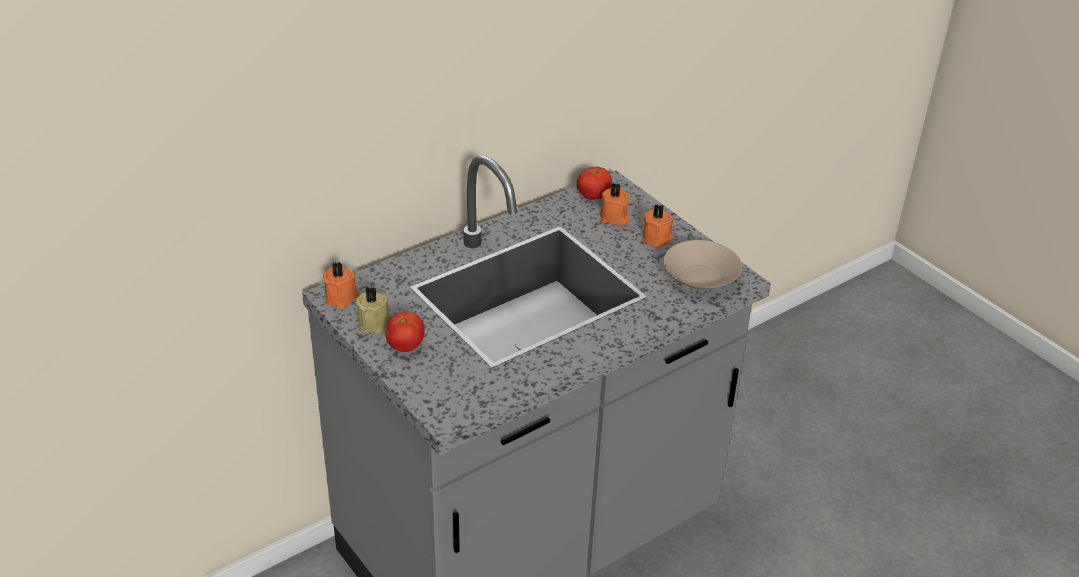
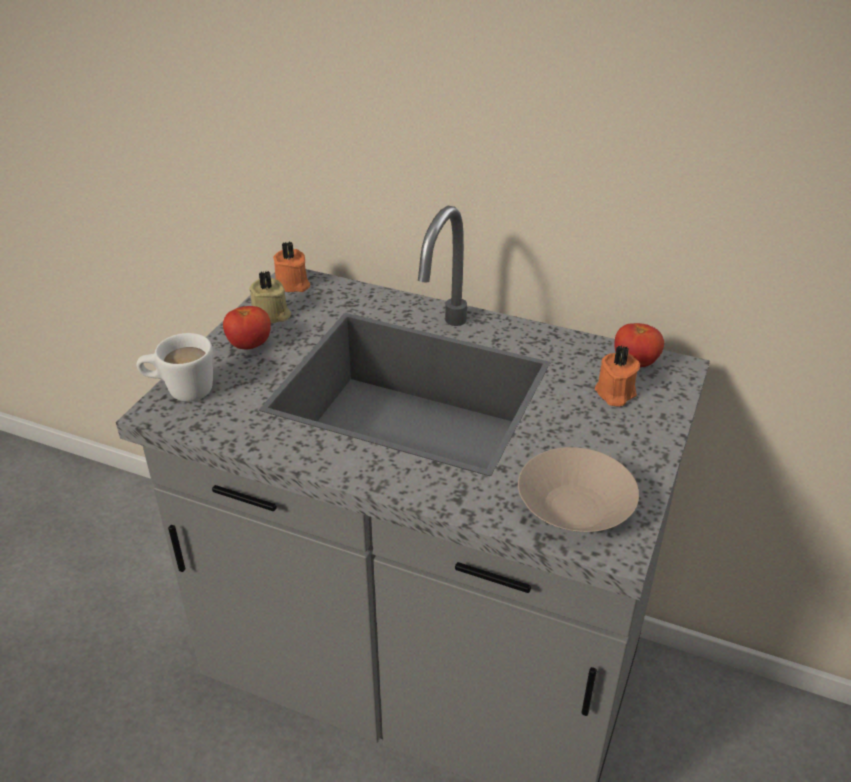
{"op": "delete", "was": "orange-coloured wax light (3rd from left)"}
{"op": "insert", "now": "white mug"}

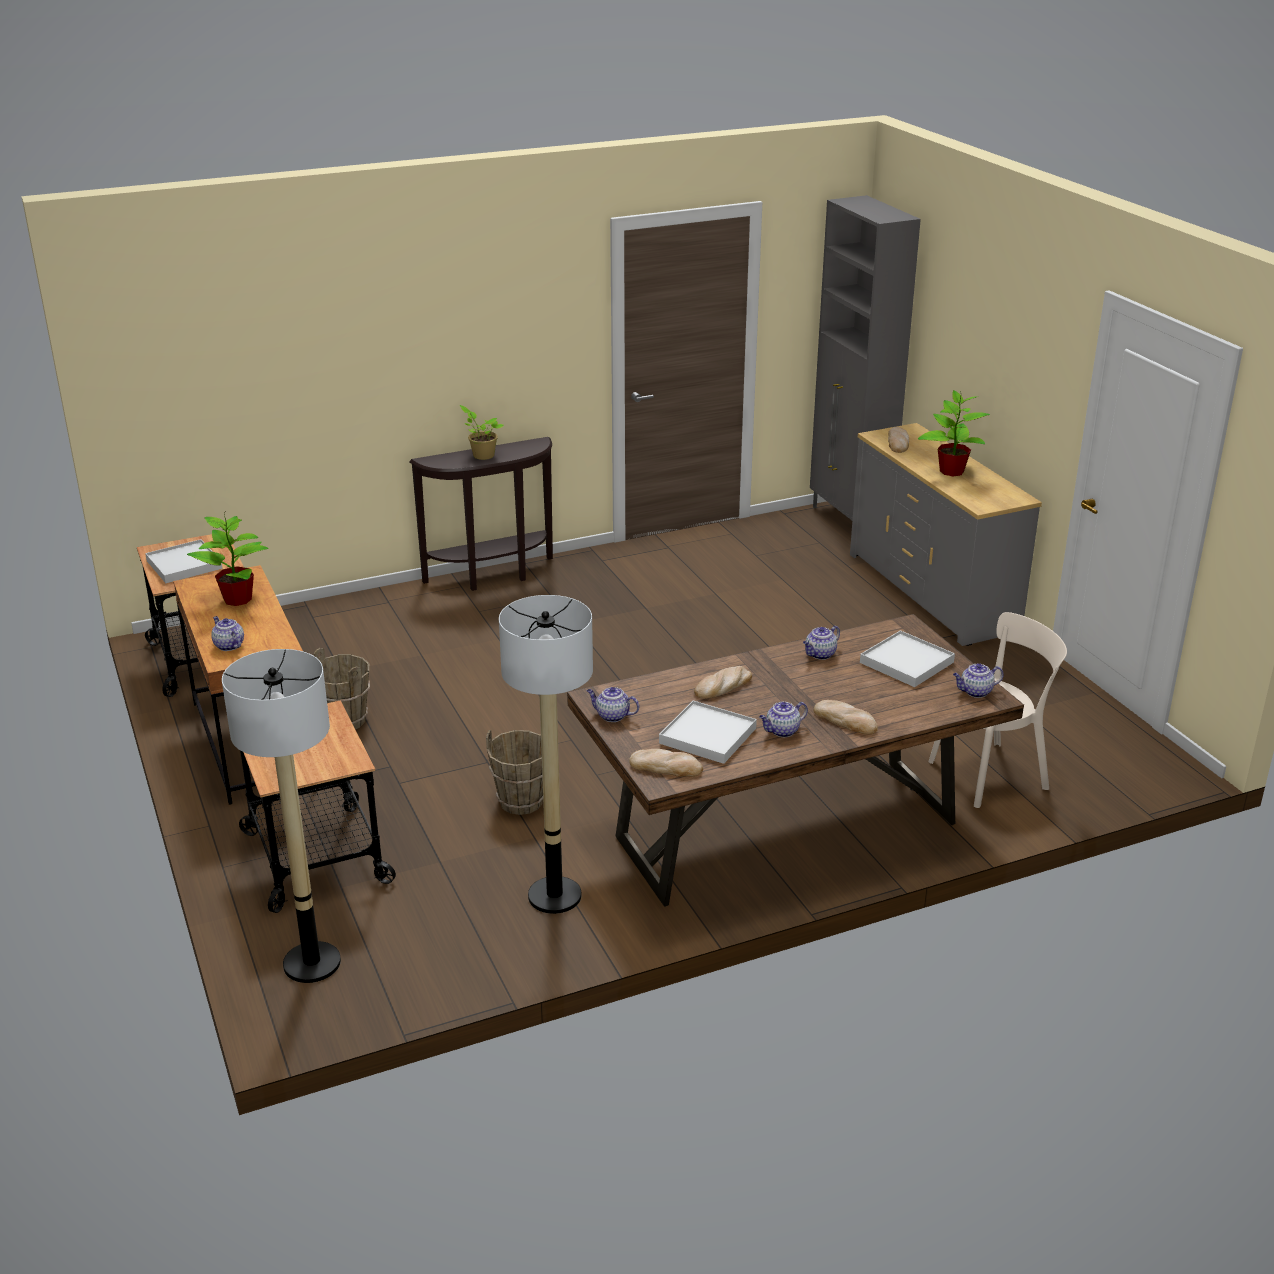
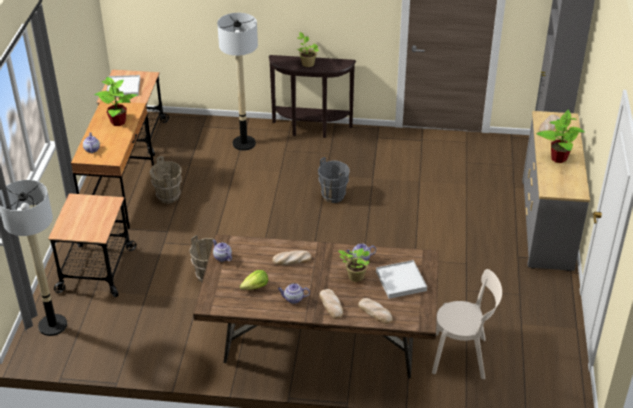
{"op": "move", "was": "standing lamp (2nd from left)"}
{"op": "move", "was": "bread (1st from left in the first image)", "now": "bread (3rd from left)"}
{"op": "replace", "was": "white serving tray (2nd from left)", "now": "lettuce"}
{"op": "delete", "was": "pot for tea (5th from left)"}
{"op": "insert", "now": "gray water bucket"}
{"op": "insert", "now": "houseplant (3rd from left)"}

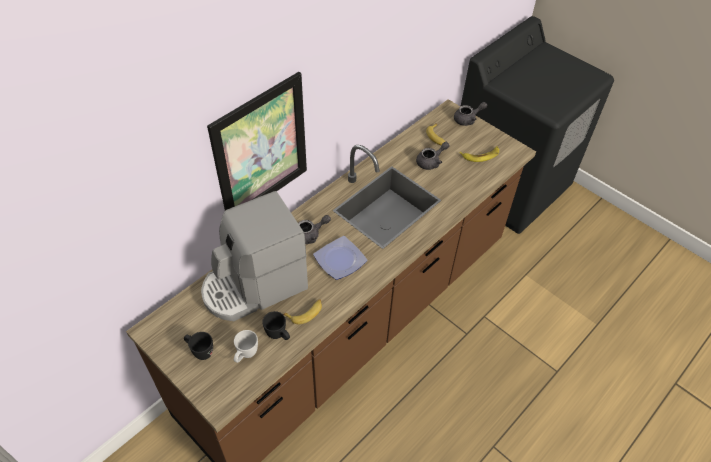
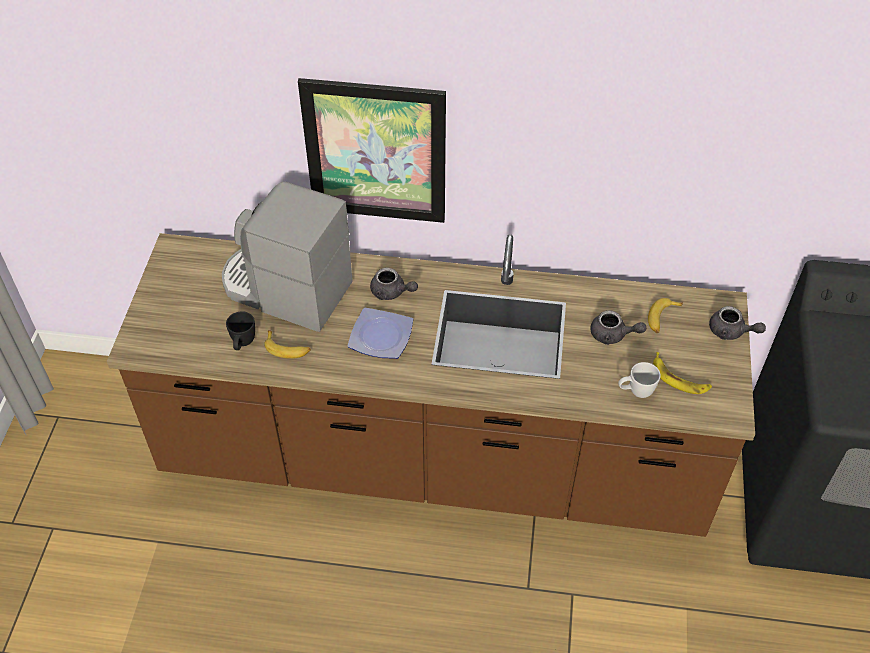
{"op": "delete", "was": "blackish mug (1st from left)"}
{"op": "move", "was": "white mug"}

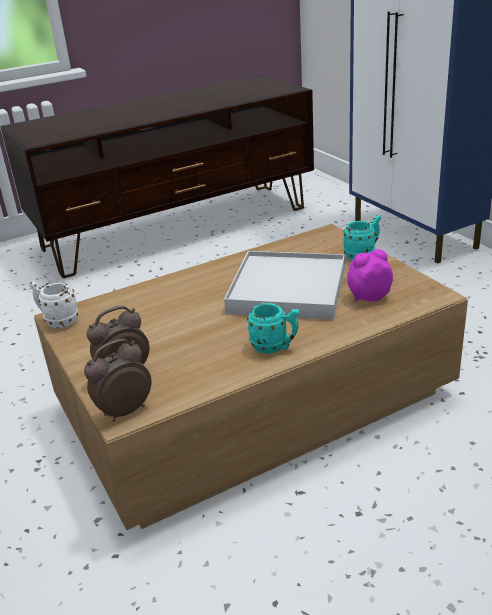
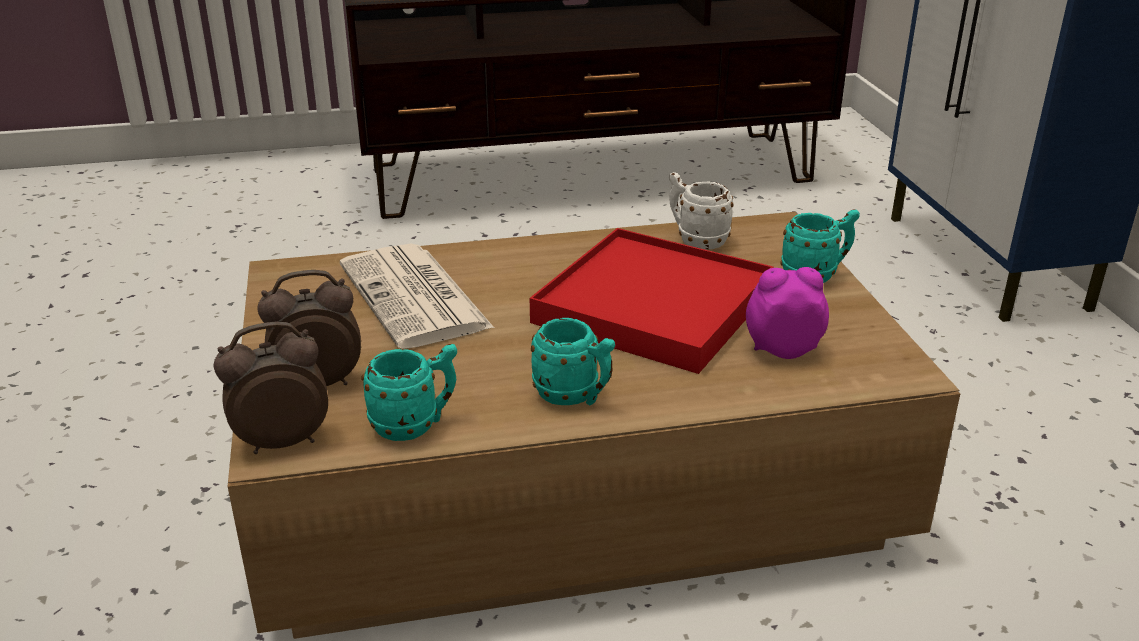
{"op": "move", "was": "white mug"}
{"op": "recolor", "was": "white serving tray", "now": "red-coloured serving tray"}
{"op": "insert", "now": "daily paper"}
{"op": "insert", "now": "turquoise mug (1st from left)"}

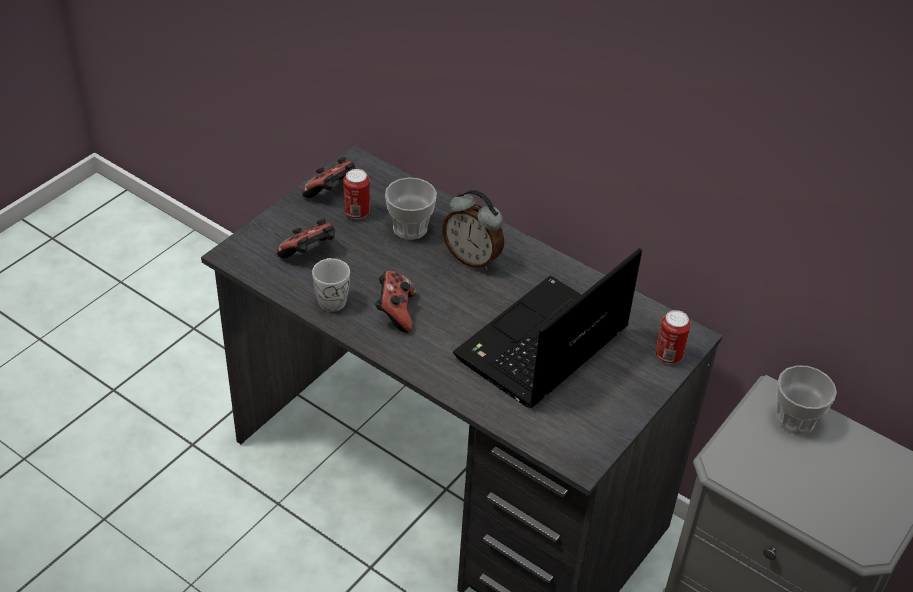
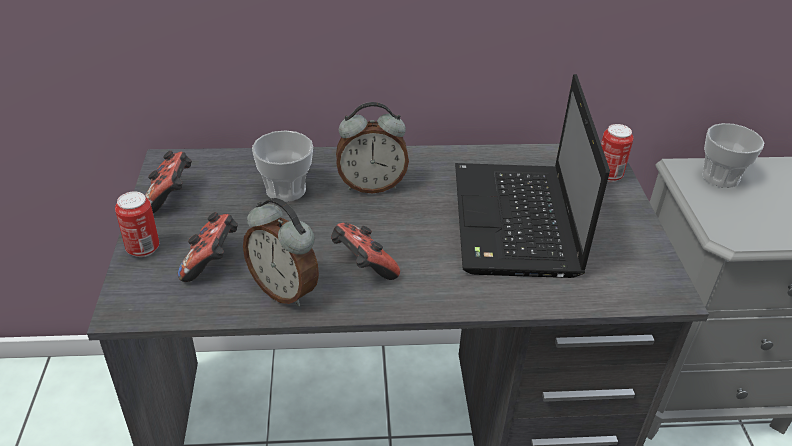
{"op": "replace", "was": "white mug", "now": "table clock (1st from left)"}
{"op": "move", "was": "sealed can (1st from left)"}

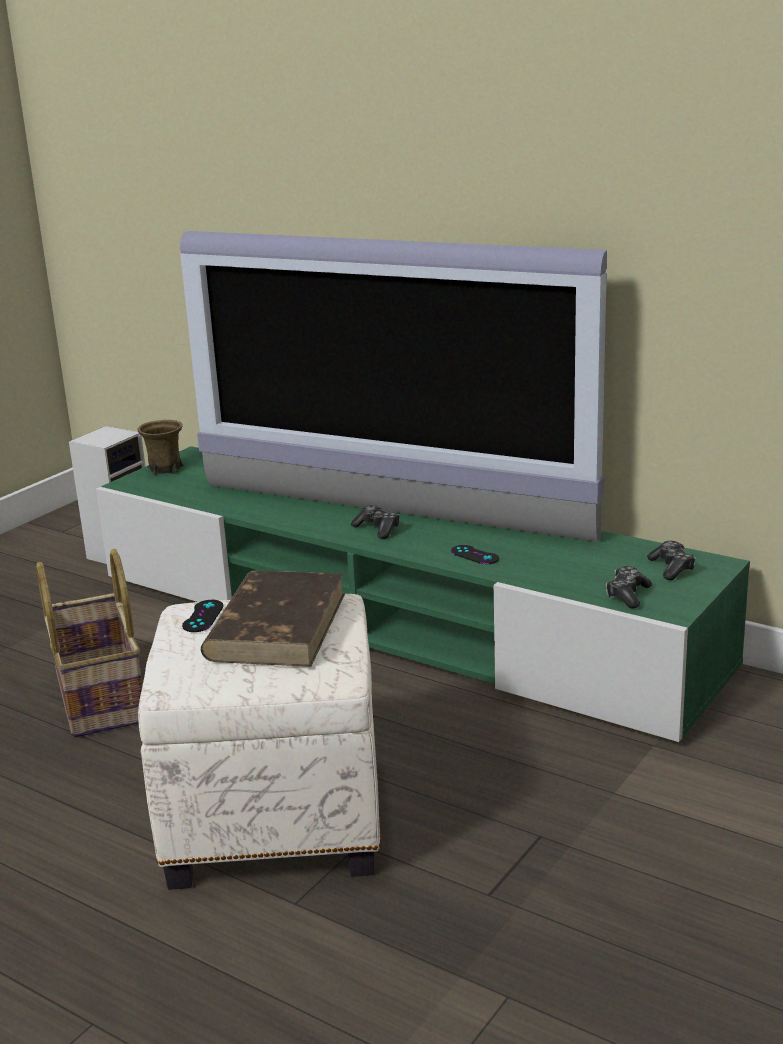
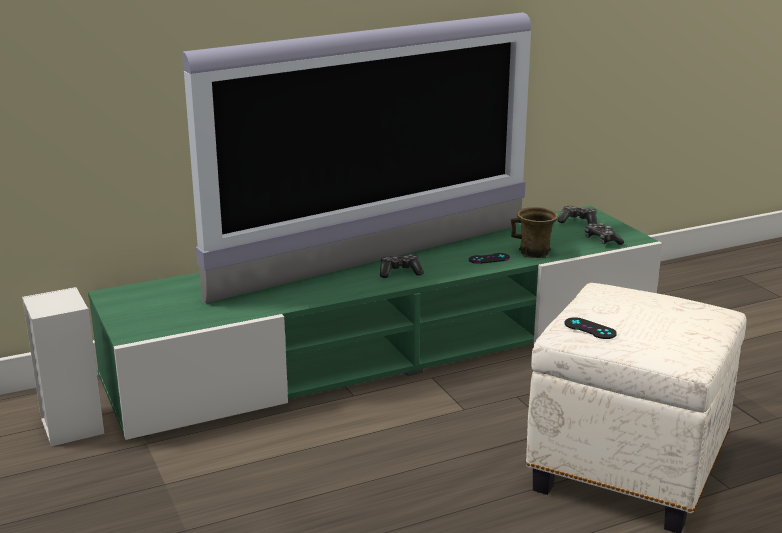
{"op": "delete", "was": "household basket"}
{"op": "move", "was": "brown-coloured mug"}
{"op": "delete", "was": "brown-coloured volume"}

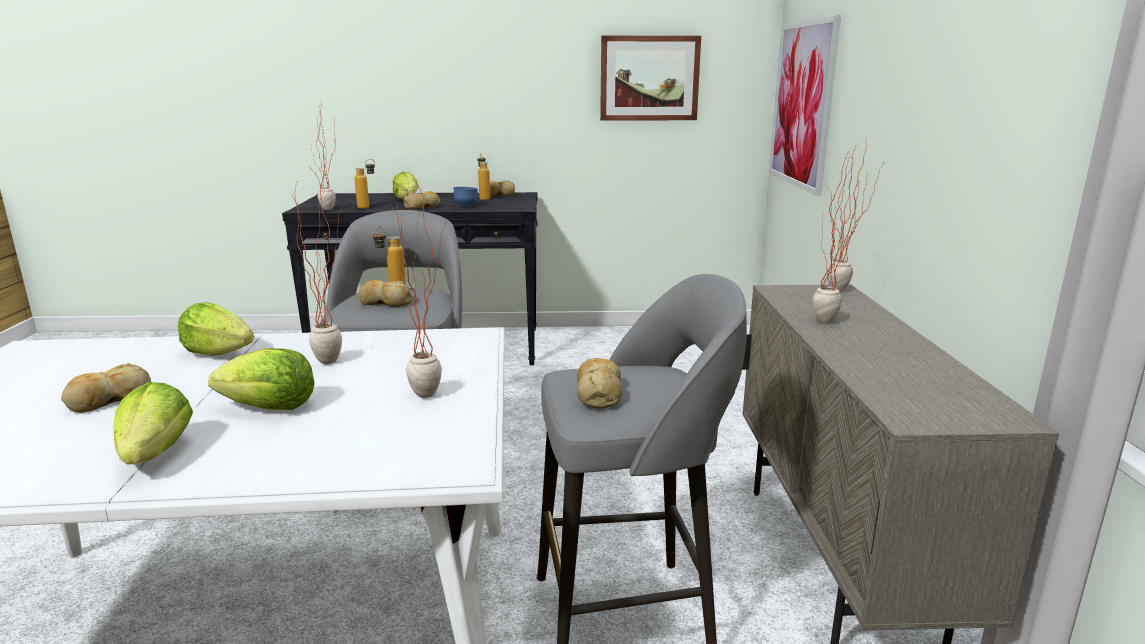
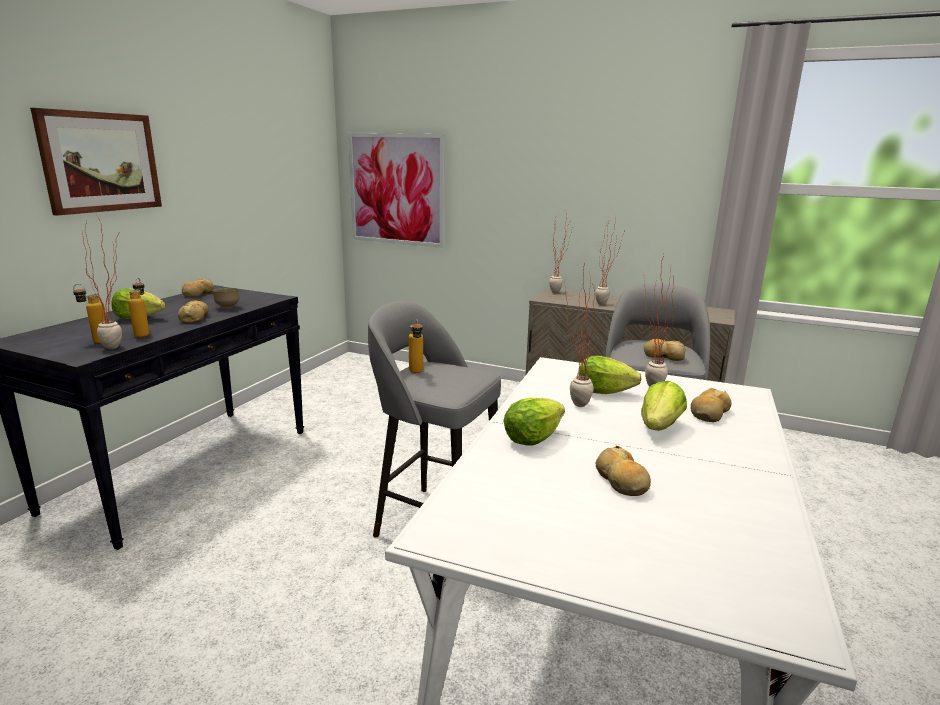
{"op": "move", "was": "lettuce (1st from left in the first image)", "now": "lettuce (3rd from left)"}
{"op": "move", "was": "bread (2nd from left in the first image)", "now": "bread (5th from left)"}
{"op": "recolor", "was": "blue-coloured serving bowl", "now": "brown-coloured serving bowl"}
{"op": "move", "was": "beverage bottle (3rd from left in the first image)", "now": "beverage bottle (1st from left)"}
{"op": "move", "was": "wall picture (1st from left)"}

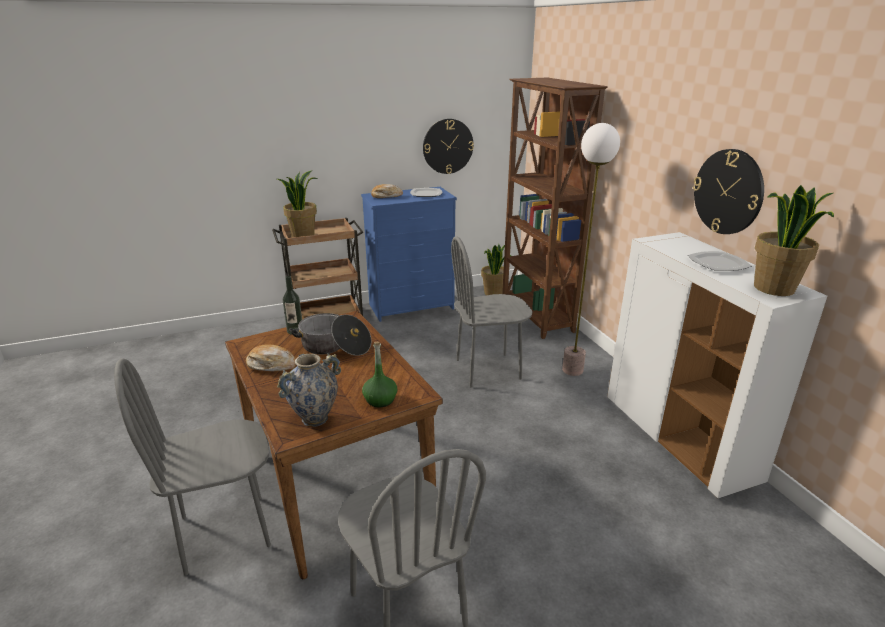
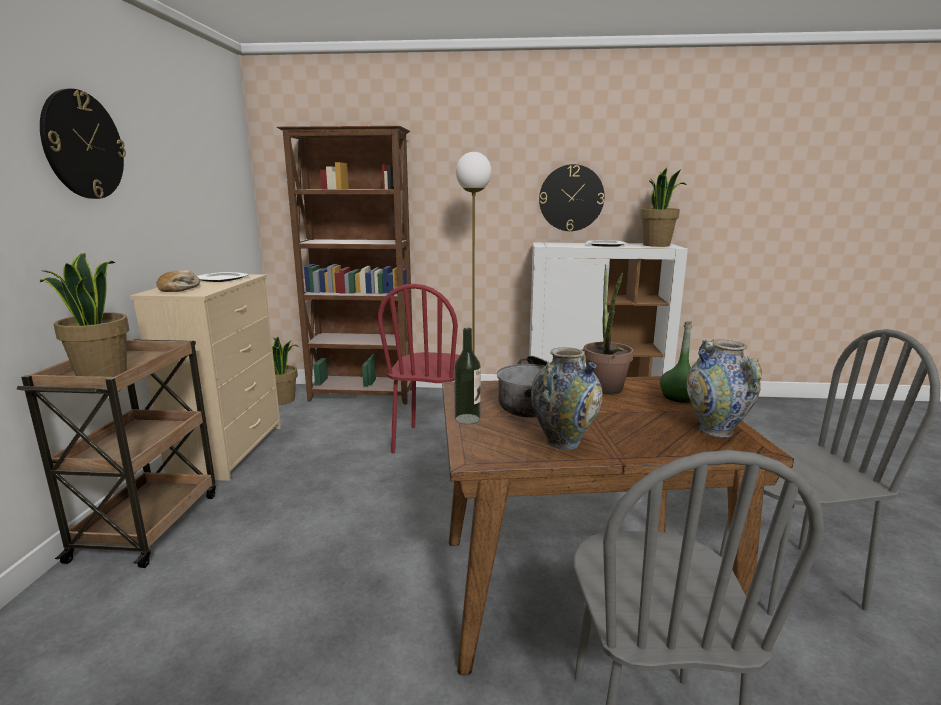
{"op": "replace", "was": "bread (1st from left)", "now": "flower vase (1st from left)"}
{"op": "recolor", "was": "blue-coloured dresser", "now": "beige-coloured dresser"}
{"op": "move", "was": "hanging clock (1st from left)"}
{"op": "recolor", "was": "gray chair (3rd from left)", "now": "red-coloured chair"}
{"op": "insert", "now": "houseplant (3rd from left)"}

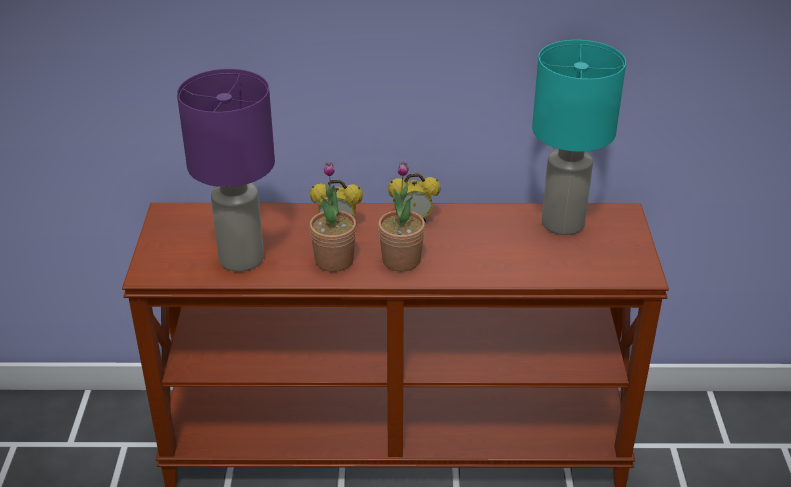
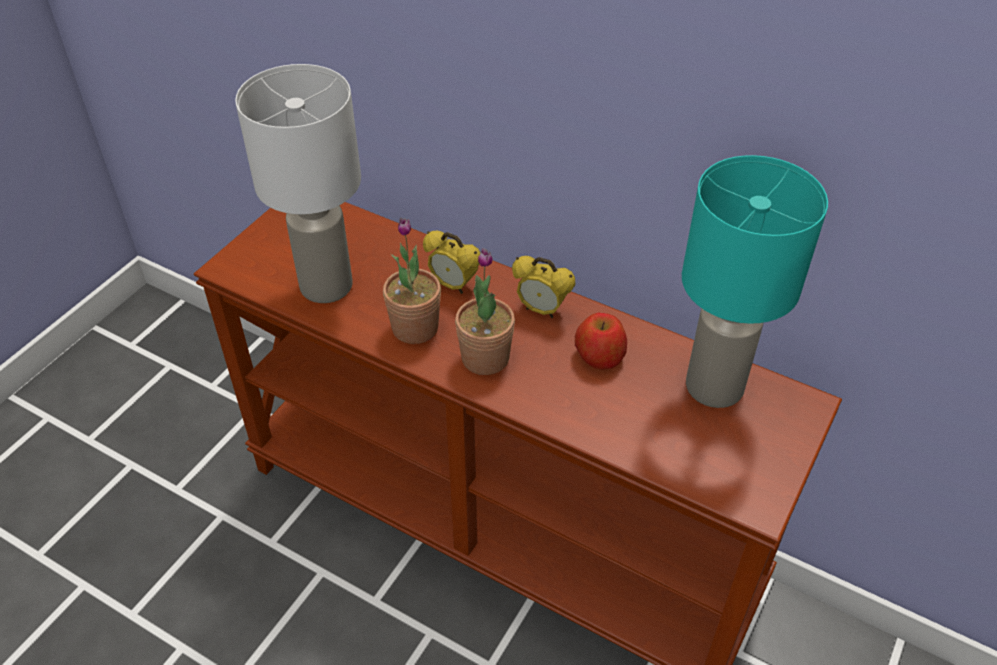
{"op": "recolor", "was": "purple-coloured table lamp", "now": "white table lamp"}
{"op": "insert", "now": "whole apple"}

